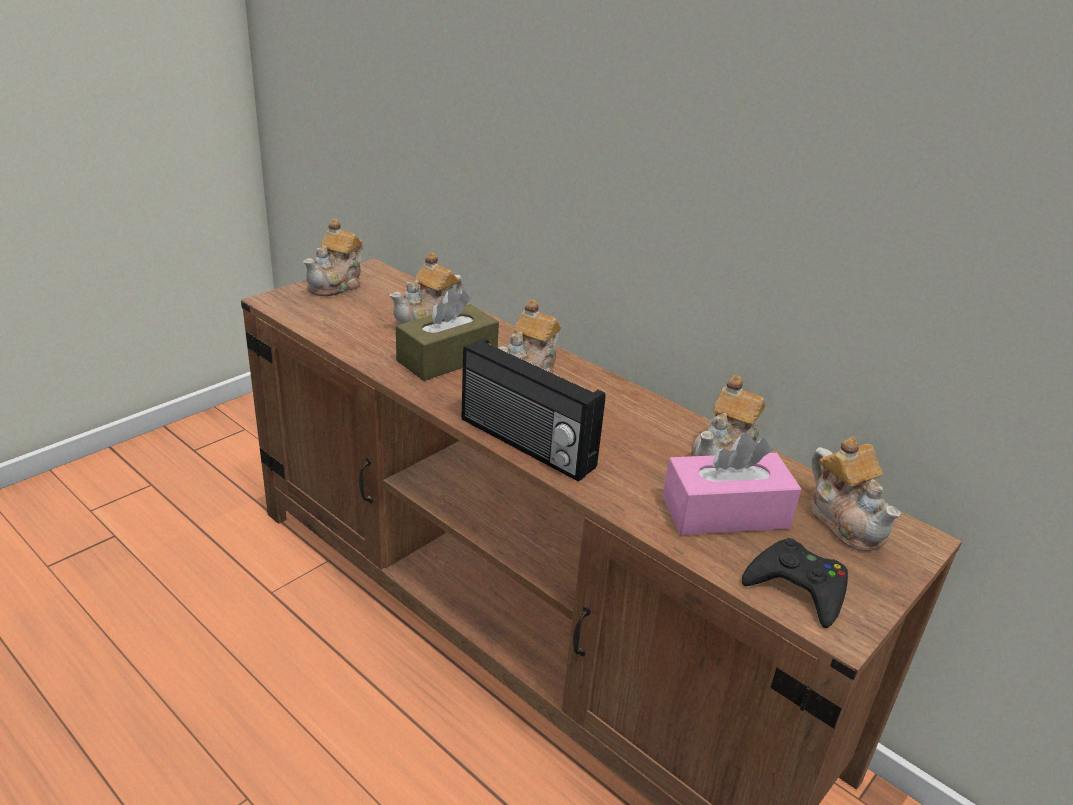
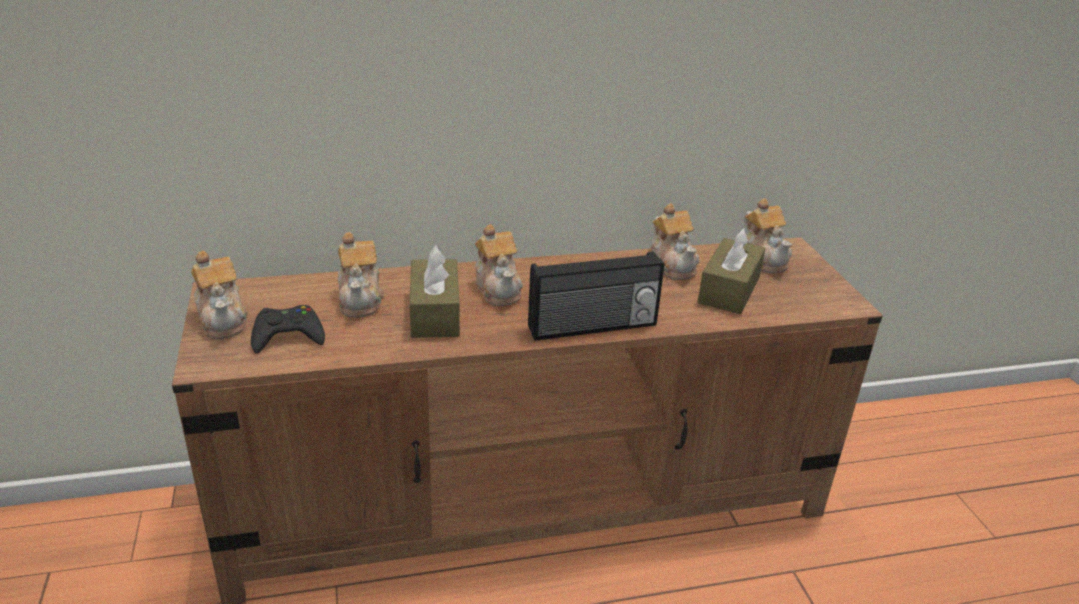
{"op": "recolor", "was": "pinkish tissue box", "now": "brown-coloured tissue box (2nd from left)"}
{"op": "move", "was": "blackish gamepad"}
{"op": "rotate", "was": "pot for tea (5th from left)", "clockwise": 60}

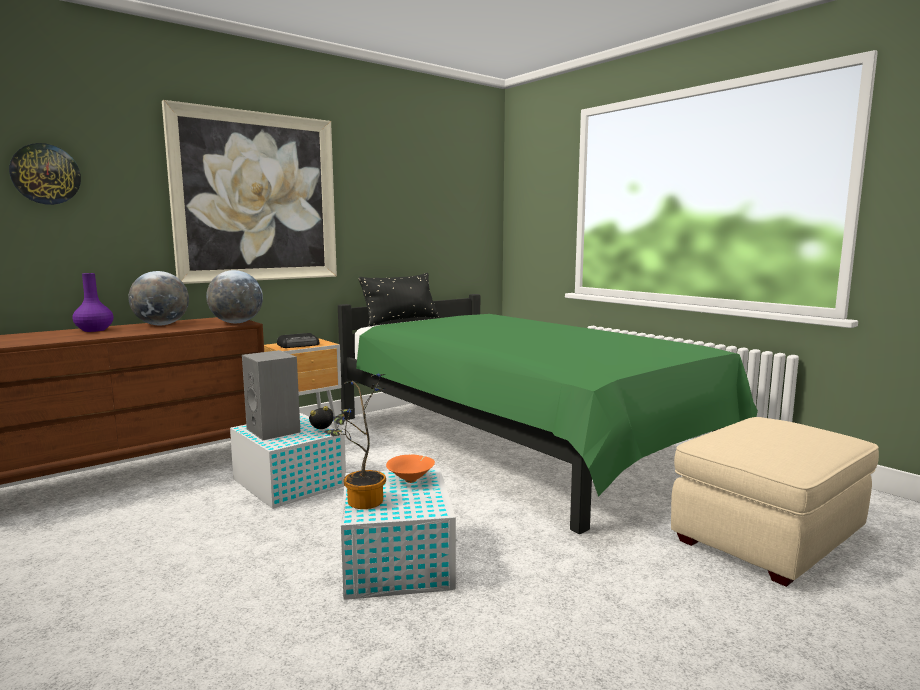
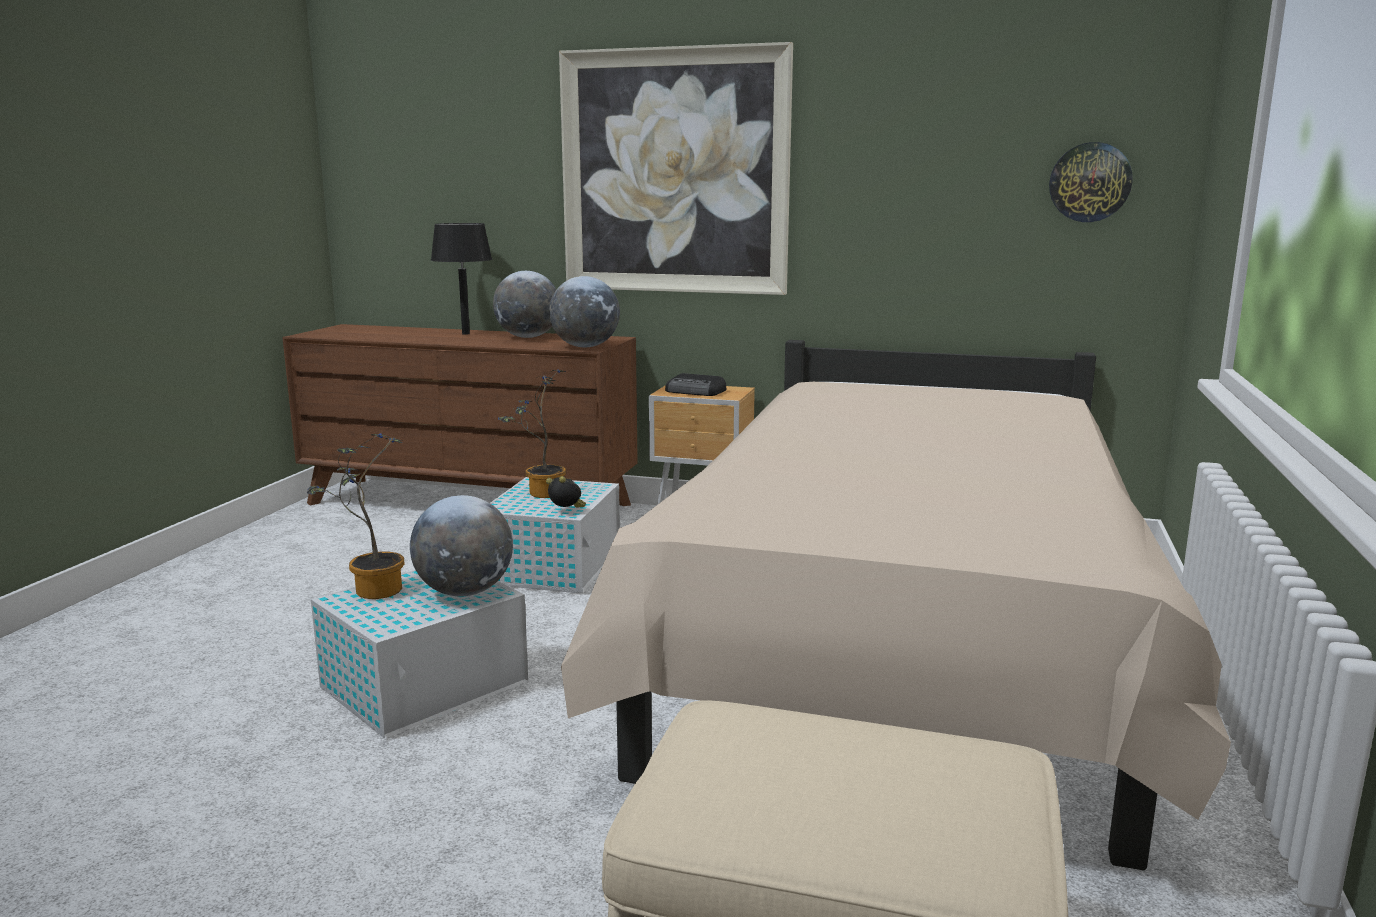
{"op": "move", "was": "hanging clock"}
{"op": "replace", "was": "purple-coloured flower vase", "now": "blackish table lamp"}
{"op": "replace", "was": "gray speaker", "now": "houseplant (2nd from left)"}
{"op": "recolor", "was": "green sleeping bed", "now": "beige-coloured sleeping bed"}
{"op": "delete", "was": "blackish cushion"}
{"op": "replace", "was": "orange-coloured serving bowl", "now": "globe (1st from left)"}

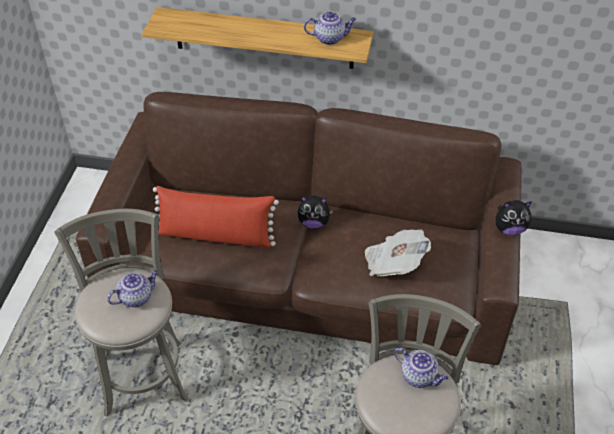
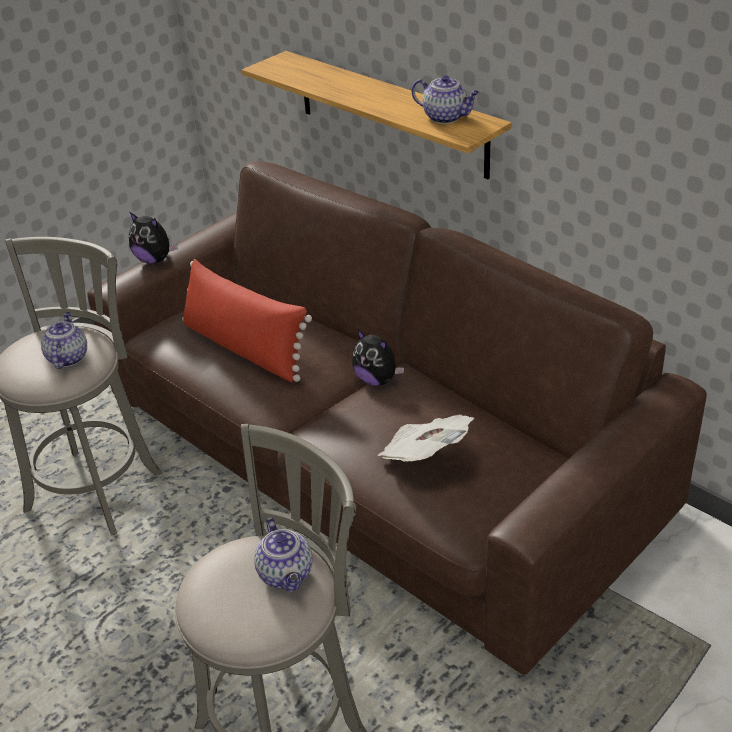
{"op": "rotate", "was": "pot for tea (1st from left)", "clockwise": -90}
{"op": "move", "was": "cuddly toy (2nd from left in the first image)", "now": "cuddly toy (1st from left)"}

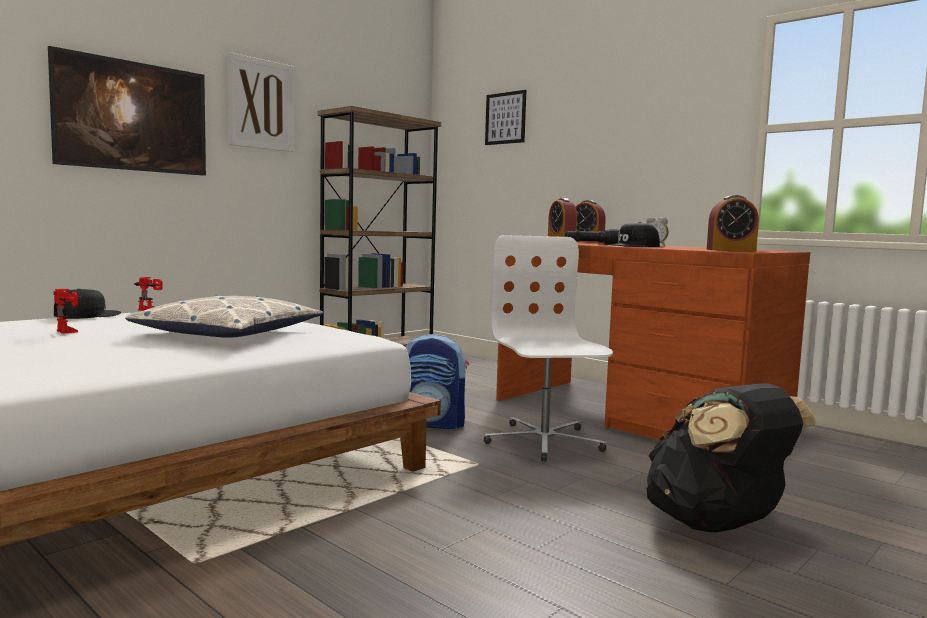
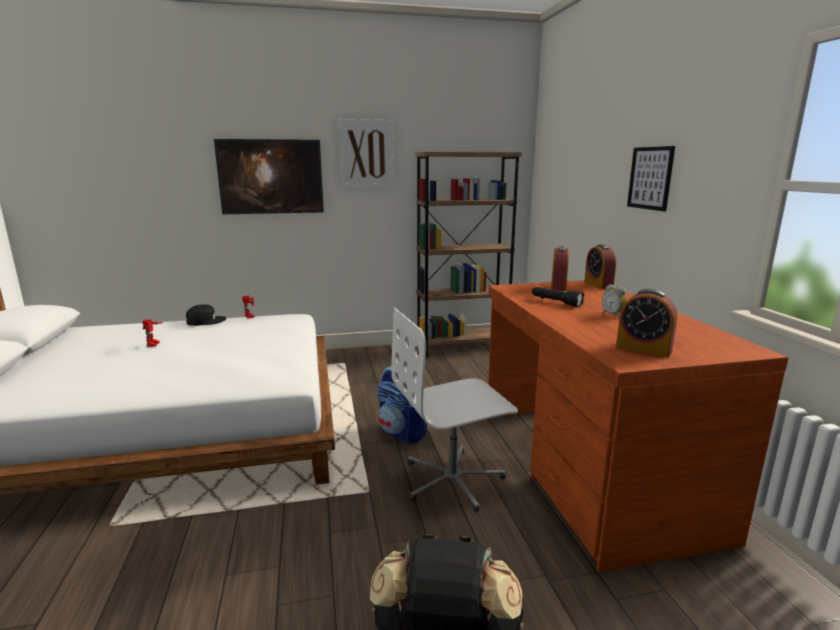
{"op": "delete", "was": "cushion"}
{"op": "rotate", "was": "white office chair", "clockwise": -135}
{"op": "move", "was": "wall picture (3rd from left)"}
{"op": "delete", "was": "blackish peaked cap (2nd from left)"}

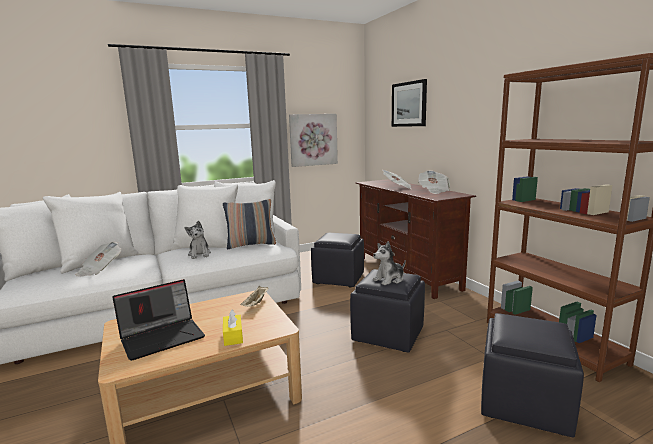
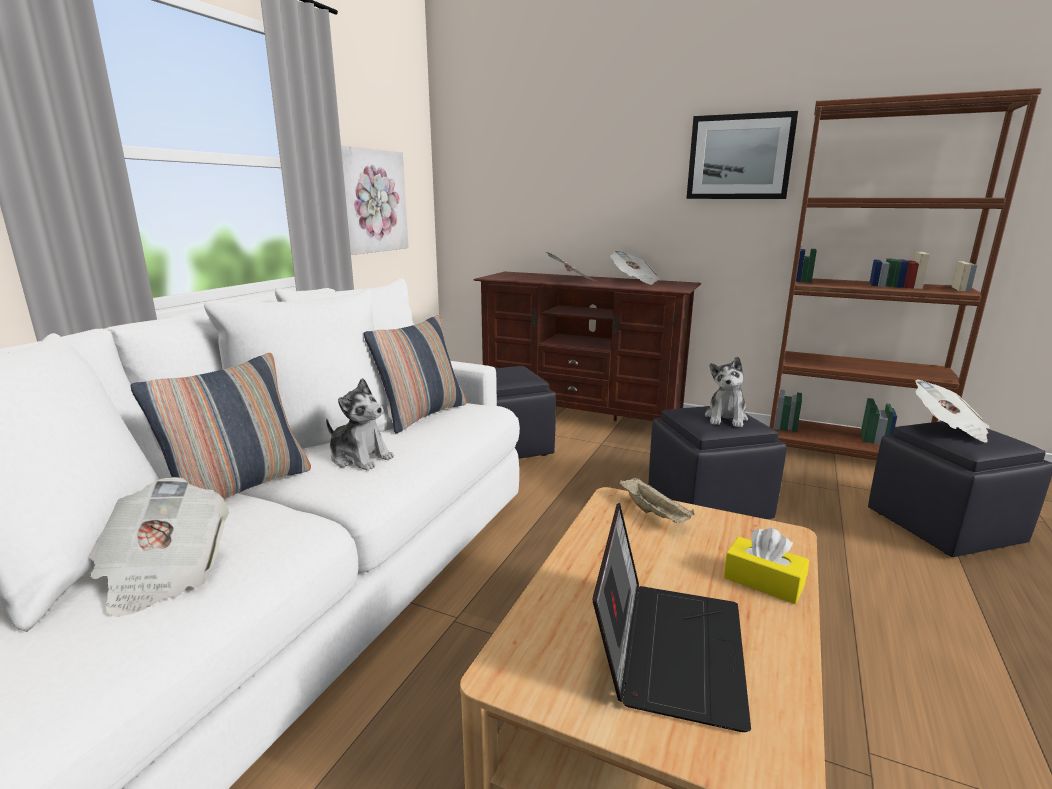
{"op": "move", "was": "wall picture (2nd from left)"}
{"op": "insert", "now": "cushion (1st from left)"}
{"op": "insert", "now": "daily paper (4th from left)"}

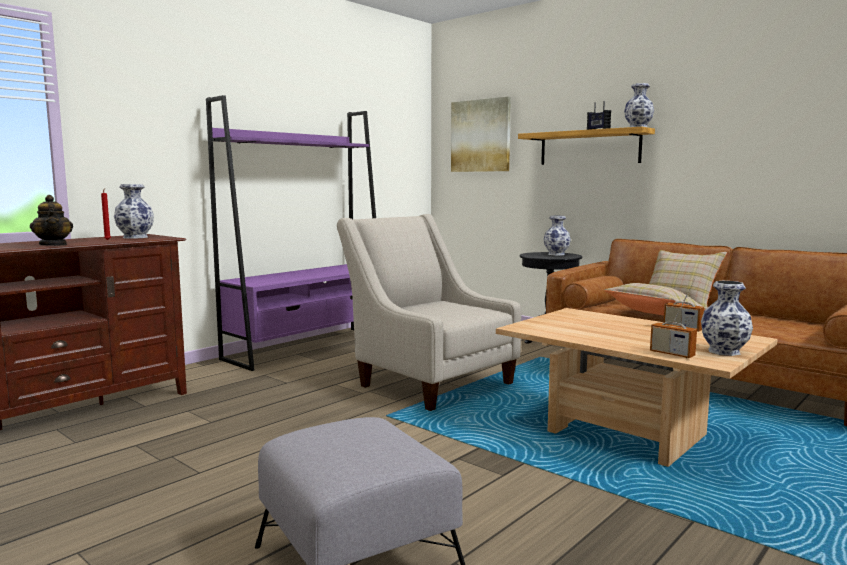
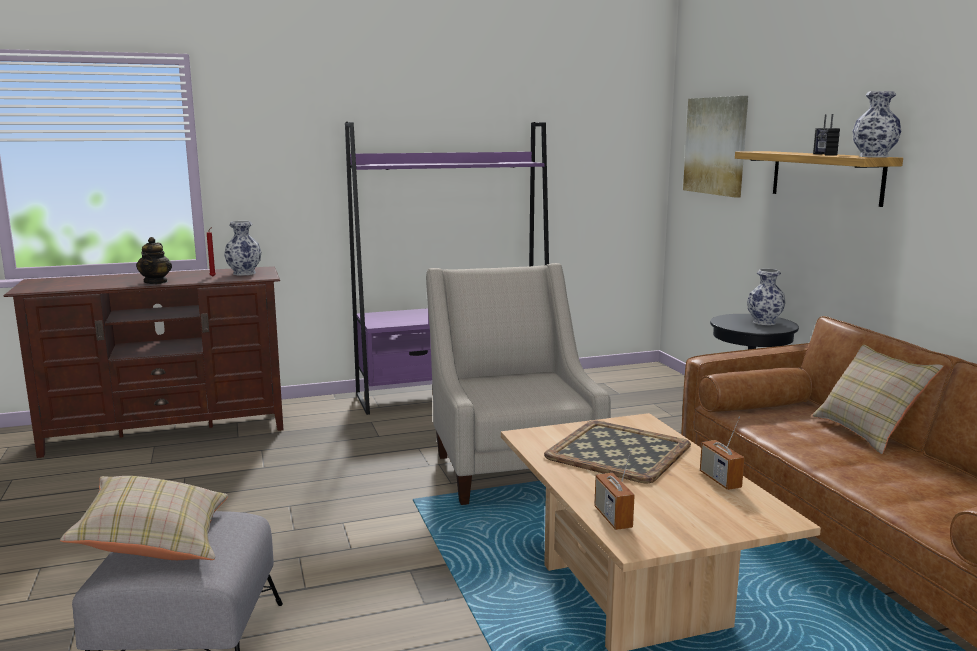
{"op": "move", "was": "beige-coloured cushion (1st from left)"}
{"op": "delete", "was": "flower vase (4th from left)"}
{"op": "insert", "now": "serving tray"}

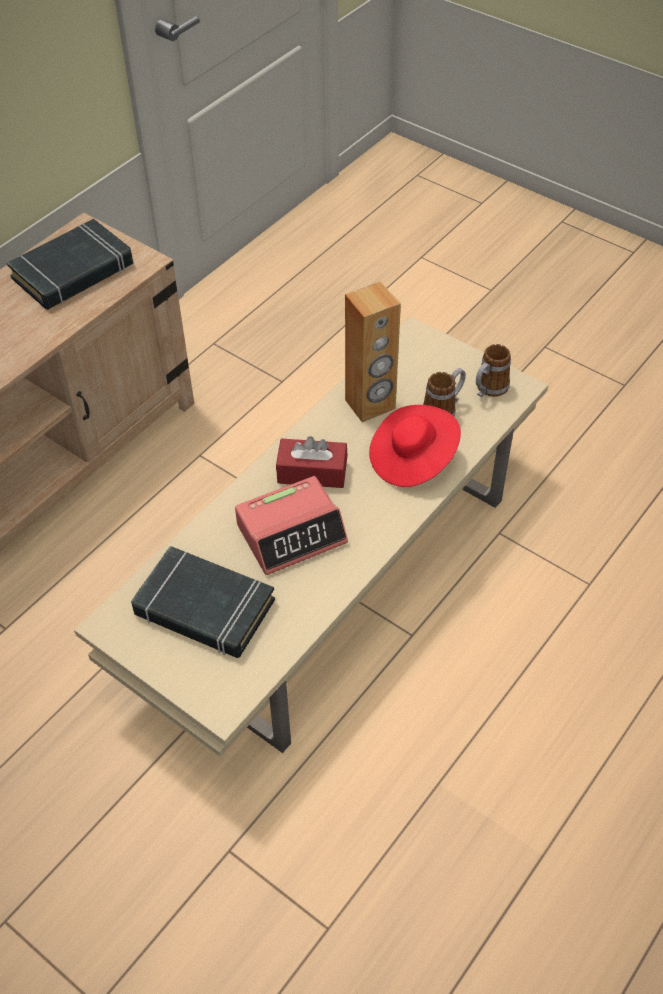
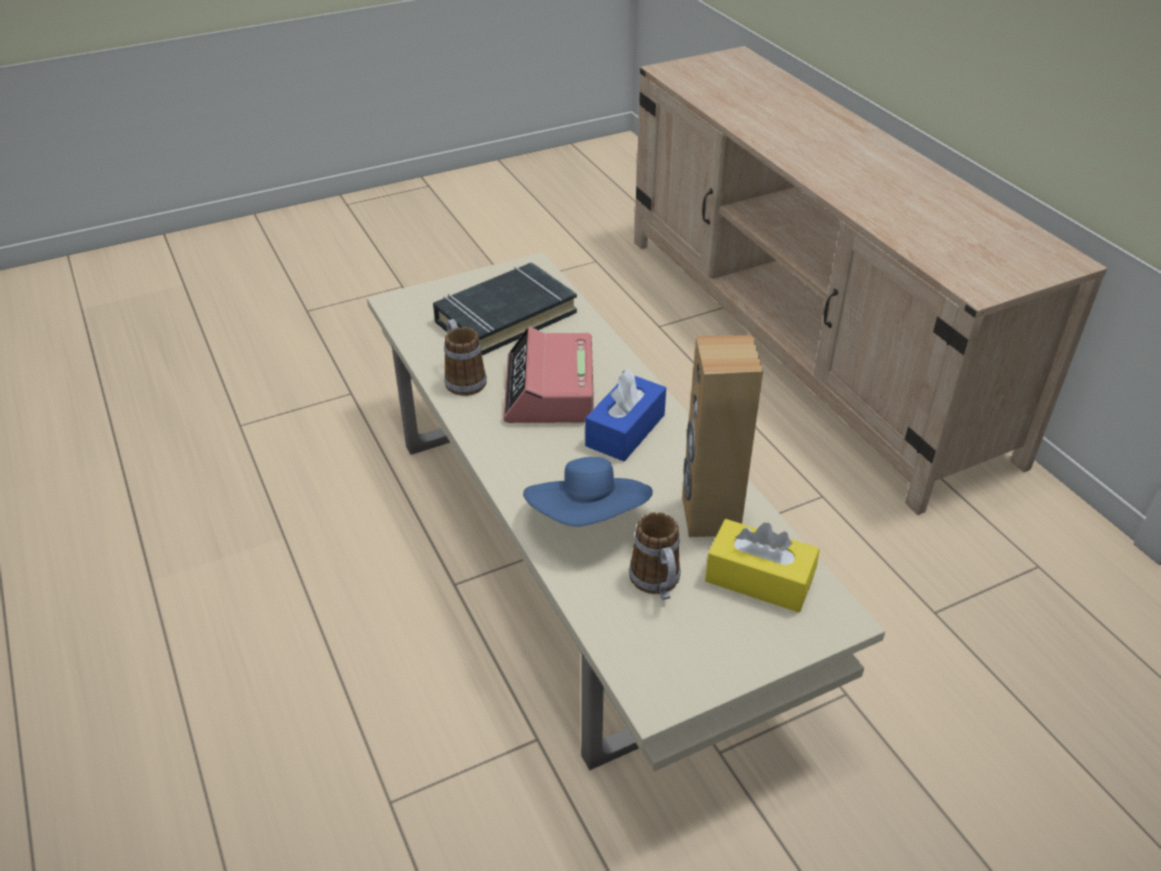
{"op": "delete", "was": "blackish volume (1st from left)"}
{"op": "recolor", "was": "red-coloured tissue box", "now": "blue-coloured tissue box"}
{"op": "recolor", "was": "red-coloured wearable hat", "now": "blue-coloured wearable hat"}
{"op": "move", "was": "mug (2nd from left in the first image)", "now": "mug (1st from left)"}
{"op": "insert", "now": "yellow tissue box"}

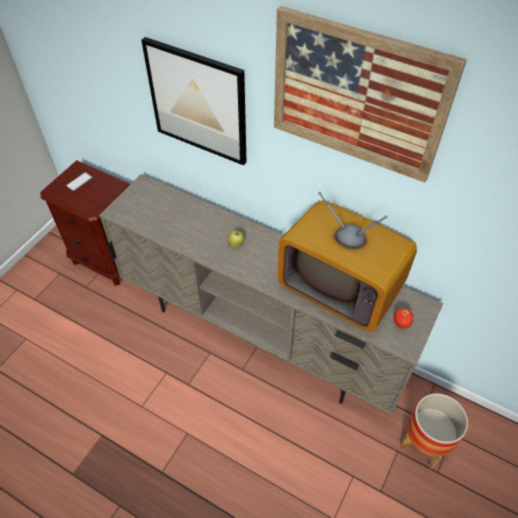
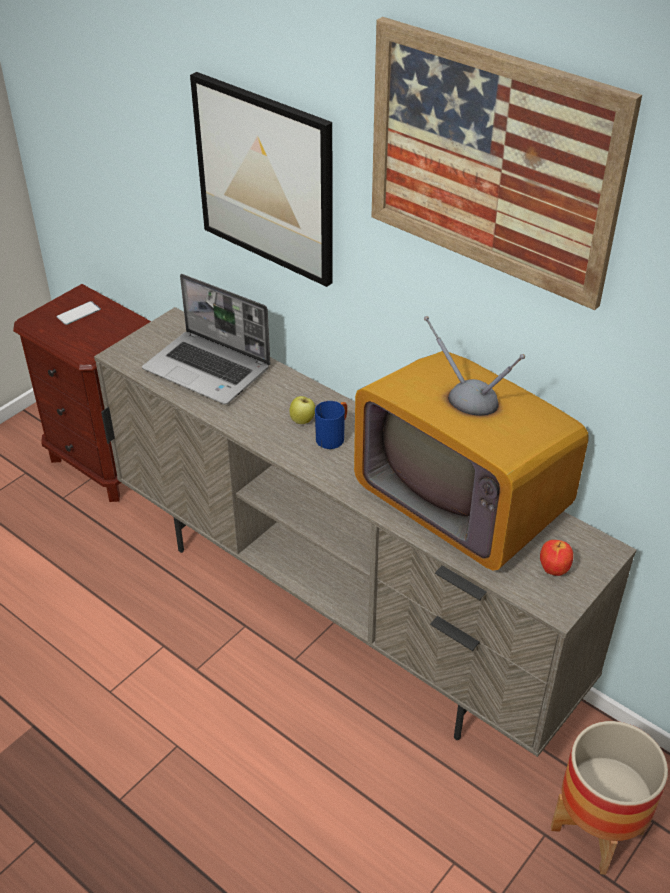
{"op": "insert", "now": "portable computer"}
{"op": "insert", "now": "blue-coloured mug"}

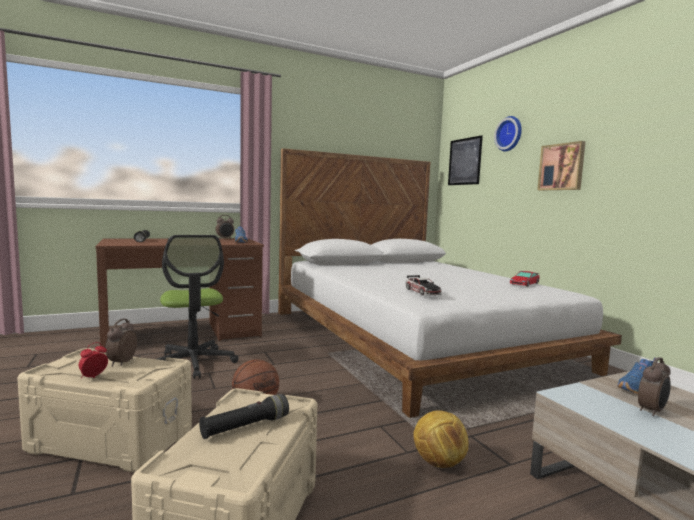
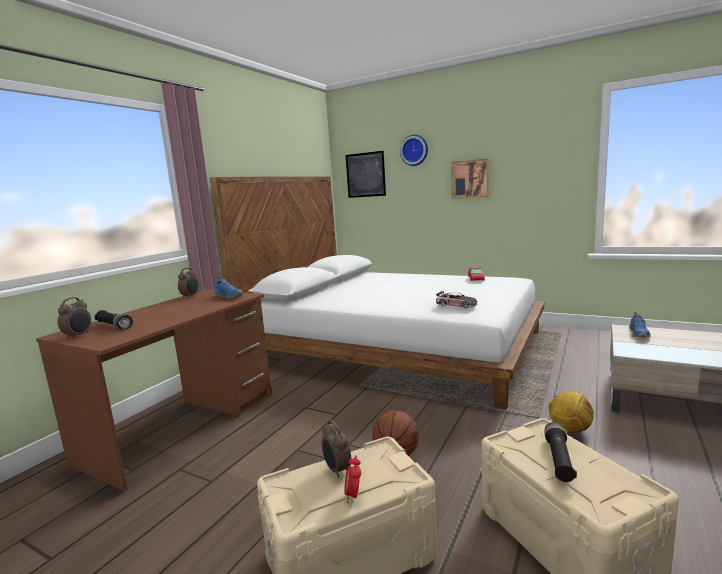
{"op": "delete", "was": "office chair"}
{"op": "move", "was": "table clock (4th from left in the first image)", "now": "table clock (1st from left)"}

